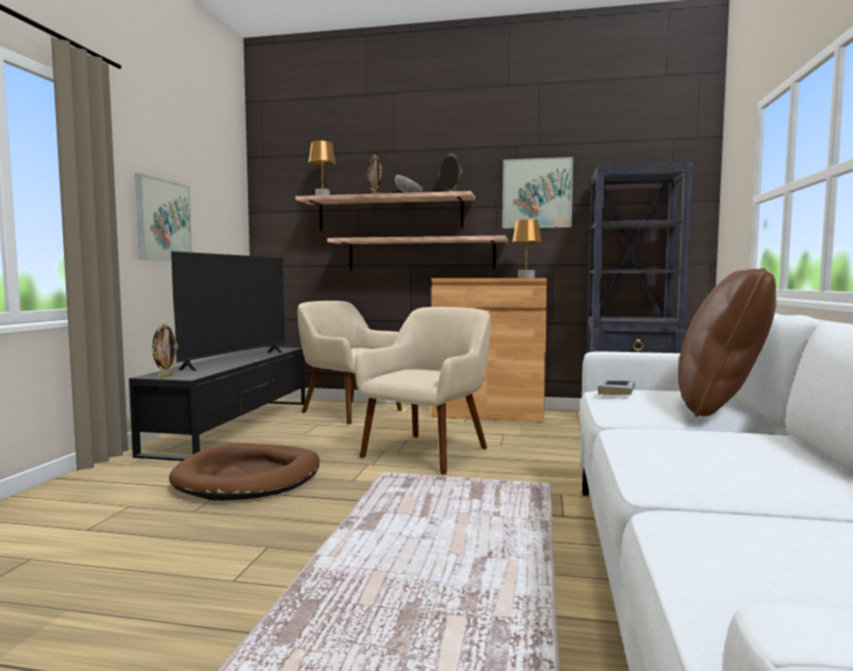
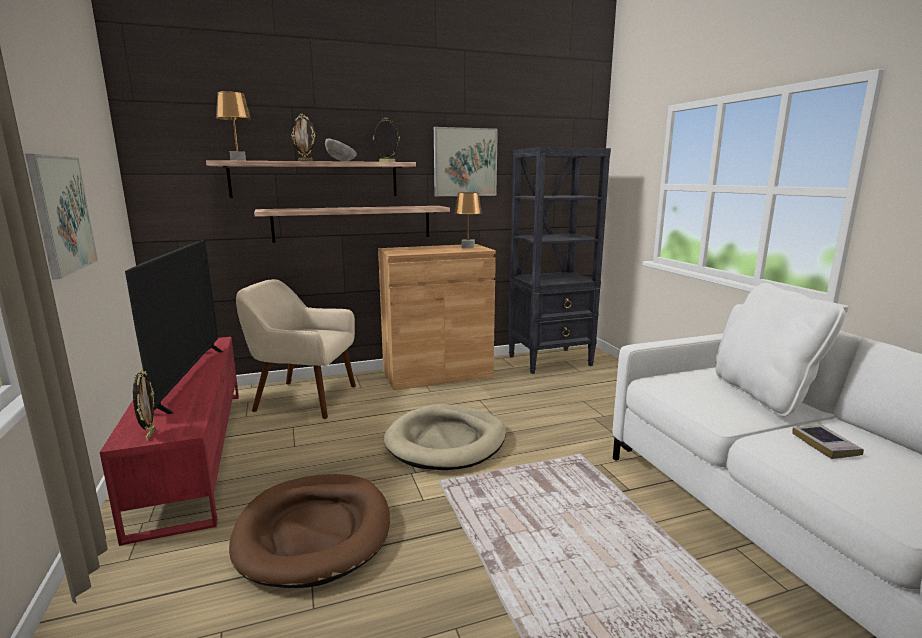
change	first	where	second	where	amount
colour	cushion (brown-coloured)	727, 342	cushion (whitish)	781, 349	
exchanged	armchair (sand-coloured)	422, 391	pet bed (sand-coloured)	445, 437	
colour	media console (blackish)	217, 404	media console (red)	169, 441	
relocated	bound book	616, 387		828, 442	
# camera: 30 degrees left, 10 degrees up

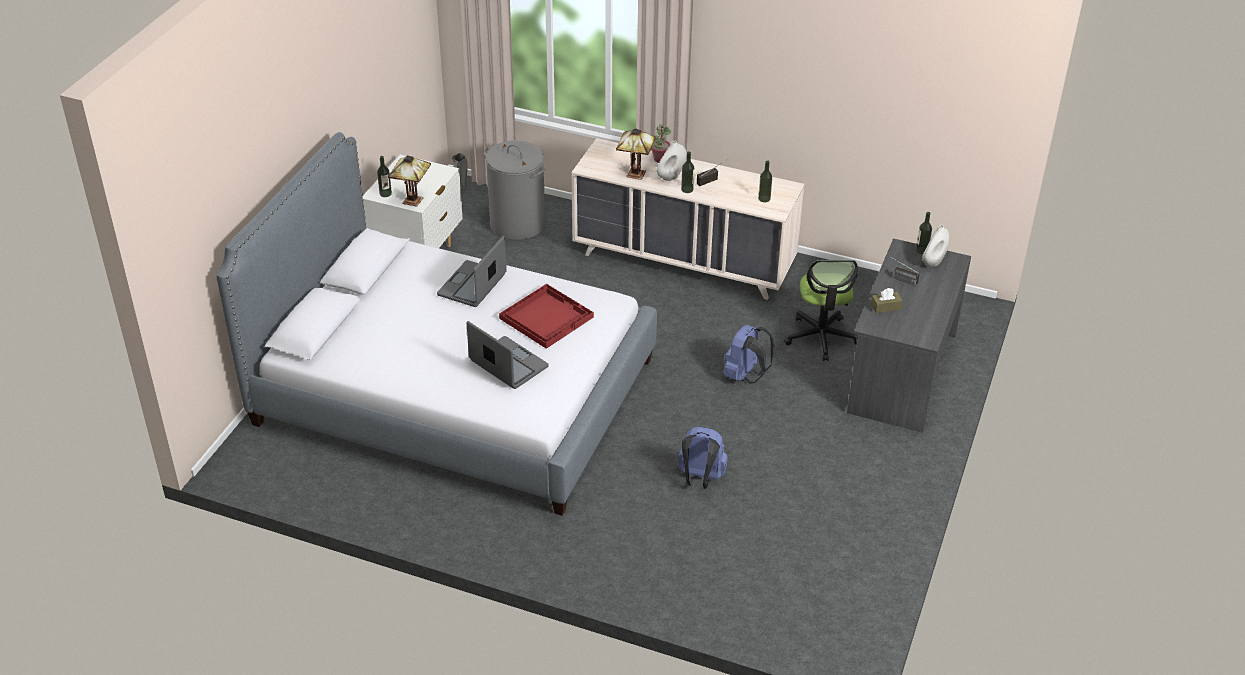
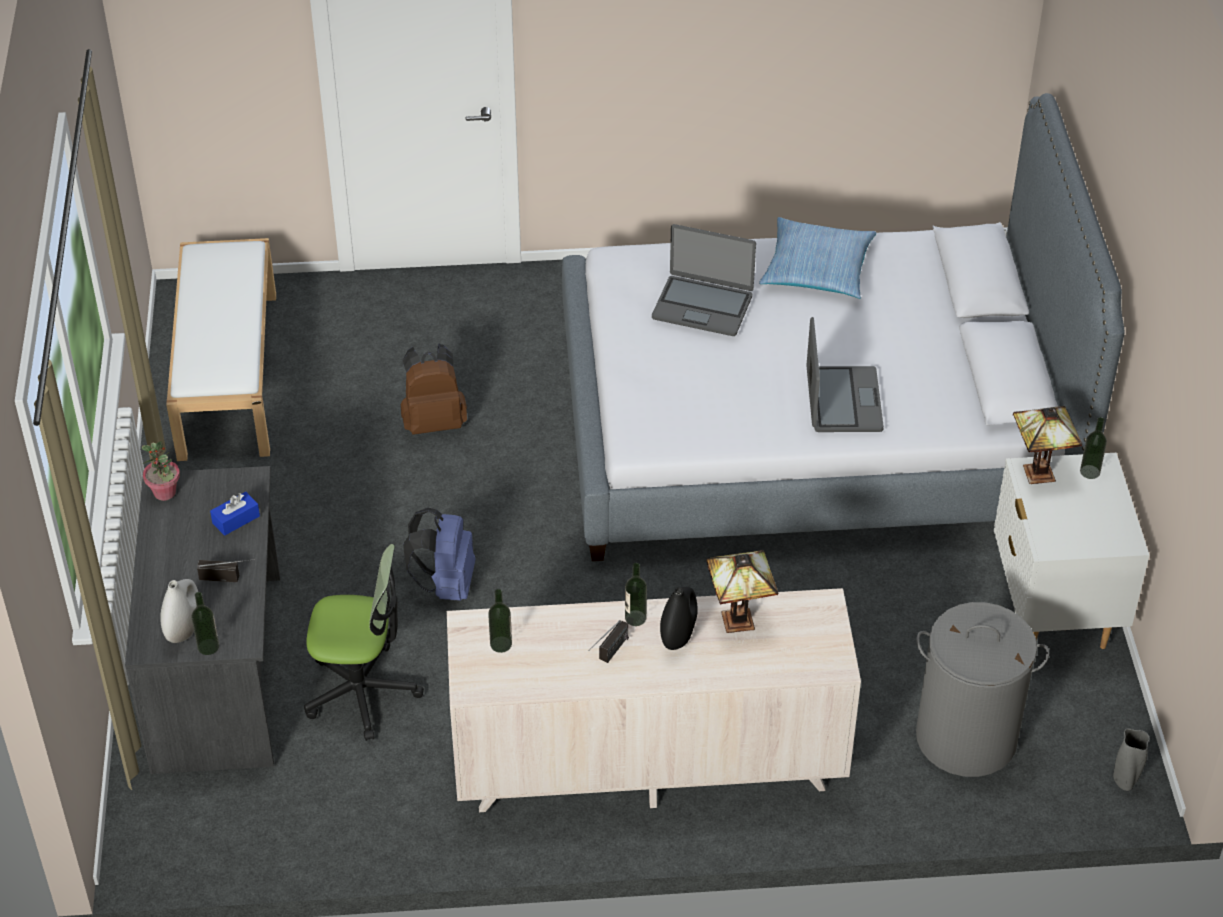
change	first	where	second	where	amount
relocated	potted plant	661, 143		161, 471	
colour	flower vase (whitish)	671, 160	flower vase (blackish)	679, 618	
spun	desk chair	821, 310		364, 642	120 degrees clockwise
missing	serving tray (red)	546, 316			
colour	box of tissues (brown-coloured)	887, 300	box of tissues (bluish)	235, 514	
colour	rucksack (bluish)	703, 458	rucksack (brown-coloured)	434, 389	
appeared			cushion	817, 258	
appeared			bench (whitish)	221, 349	
# camera: 155 degrees right, 5 degrees up

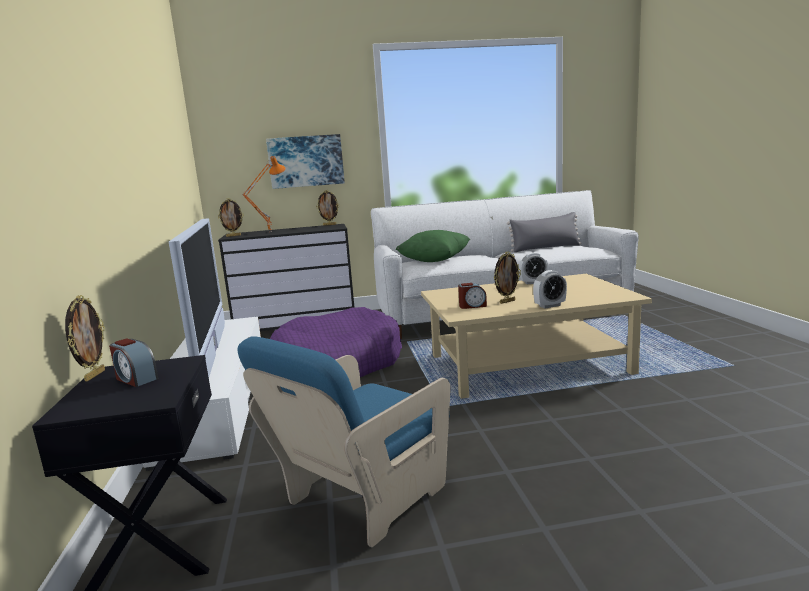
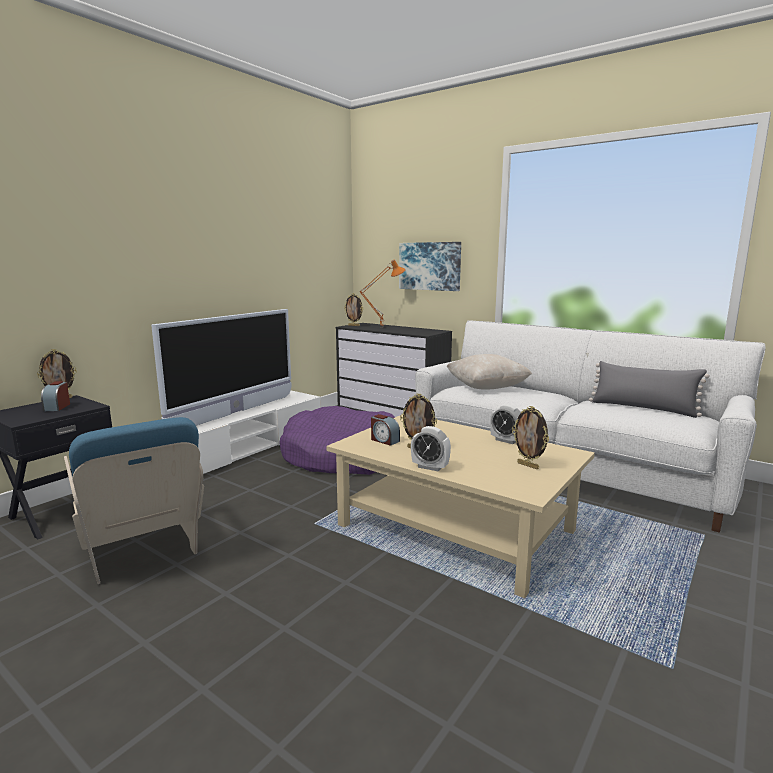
change	first	where	second	where	amount
relocated	picture frame	327, 208		530, 437	
colour	cushion (green-coloured)	433, 246	cushion (sand-coloured)	489, 372	
spun	armchair (bluish)	344, 441		134, 500	120 degrees counterclockwise
# camera: 45 degrees right, 0 degrees up

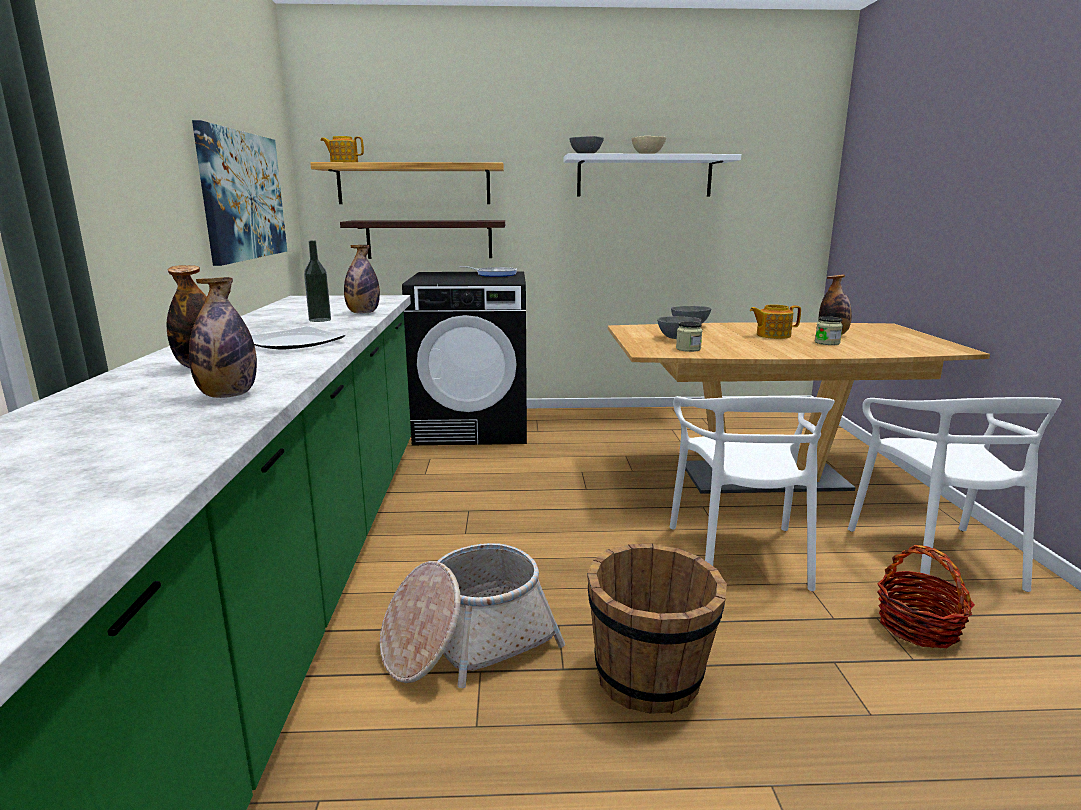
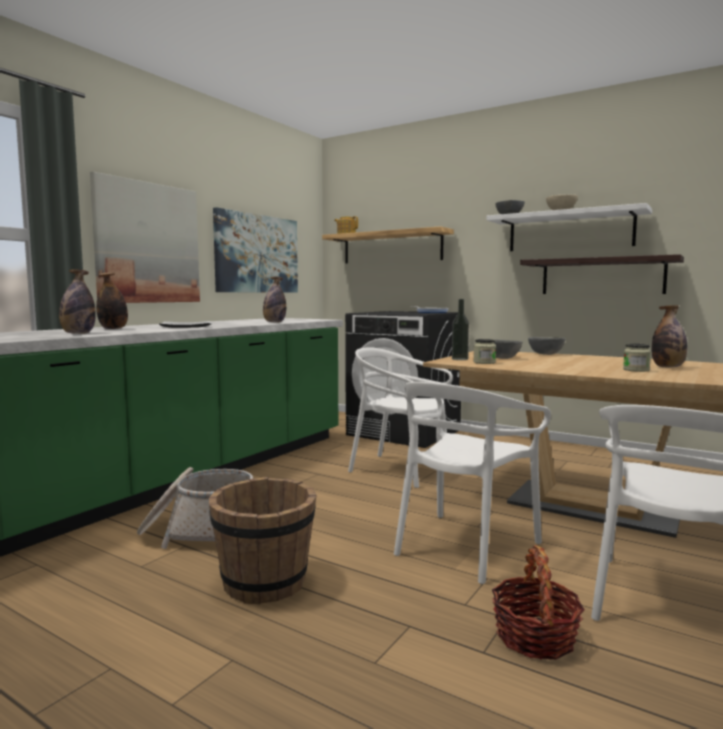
change	first	where	second	where	amount
relocated	shelf	422, 239		602, 274	
relocated	bottle	317, 281		460, 329	
missing	teapot	775, 322			
appeared			wall picture	145, 237	
appeared			chair (whitish)	400, 417	
# camera: 35 degrees right, 10 degrees down

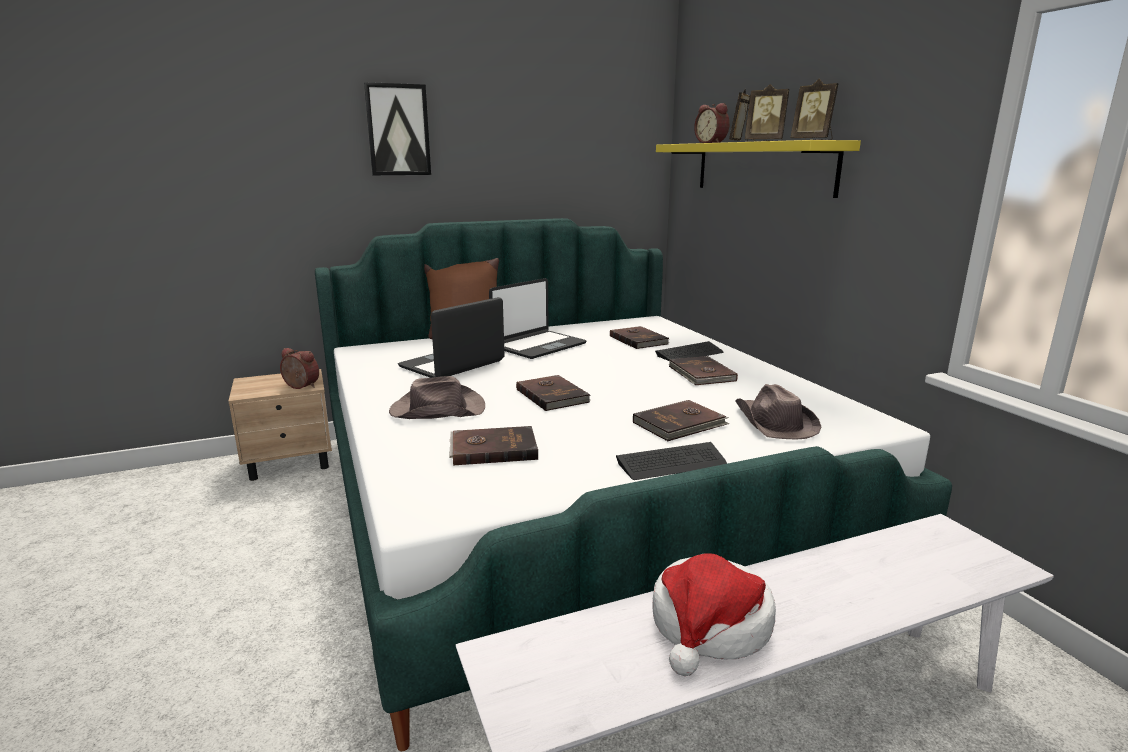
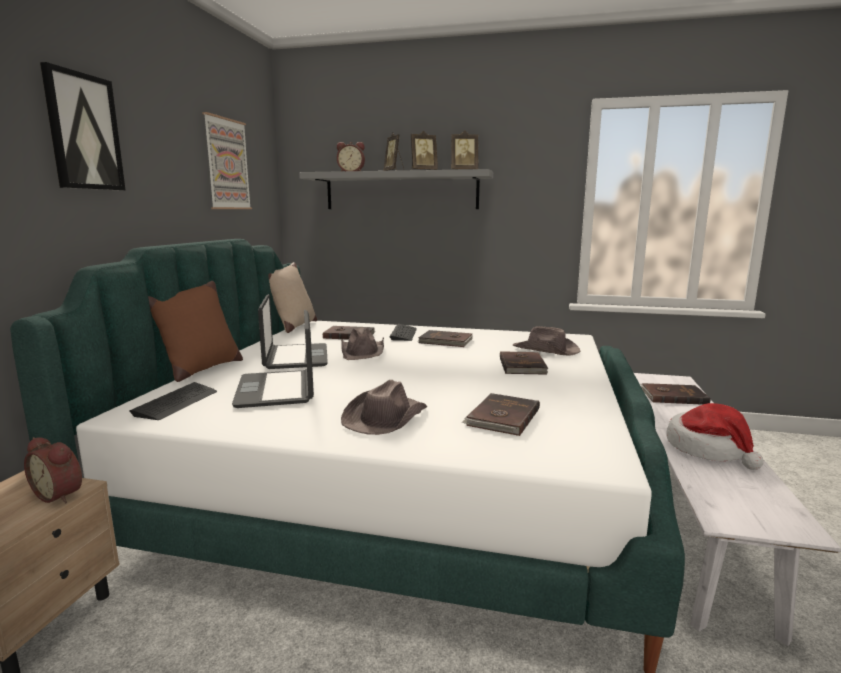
change	first	where	second	where	amount
colour	shelf (yellow-coloured)	758, 169	shelf (grey)	396, 189	
spun	bedside clock	299, 368		53, 470	120 degrees counterclockwise
relocated	bound book (brown-coloured)	553, 393		675, 394	
relocated	PC keyboard	671, 461		173, 401	
appeared			wall picture	227, 160	
appeared			cushion (sand-coloured)	292, 297	
appeared			wearable hat (brown-coloured)	362, 344	
# camera: 55 degrees left, 5 degrees down

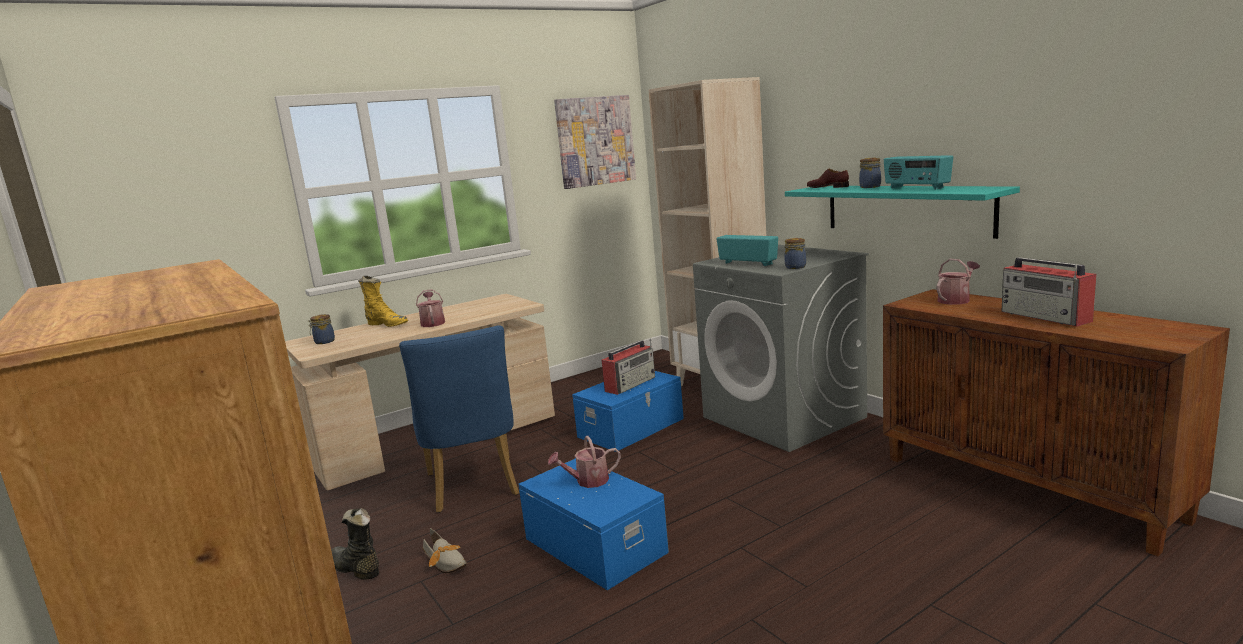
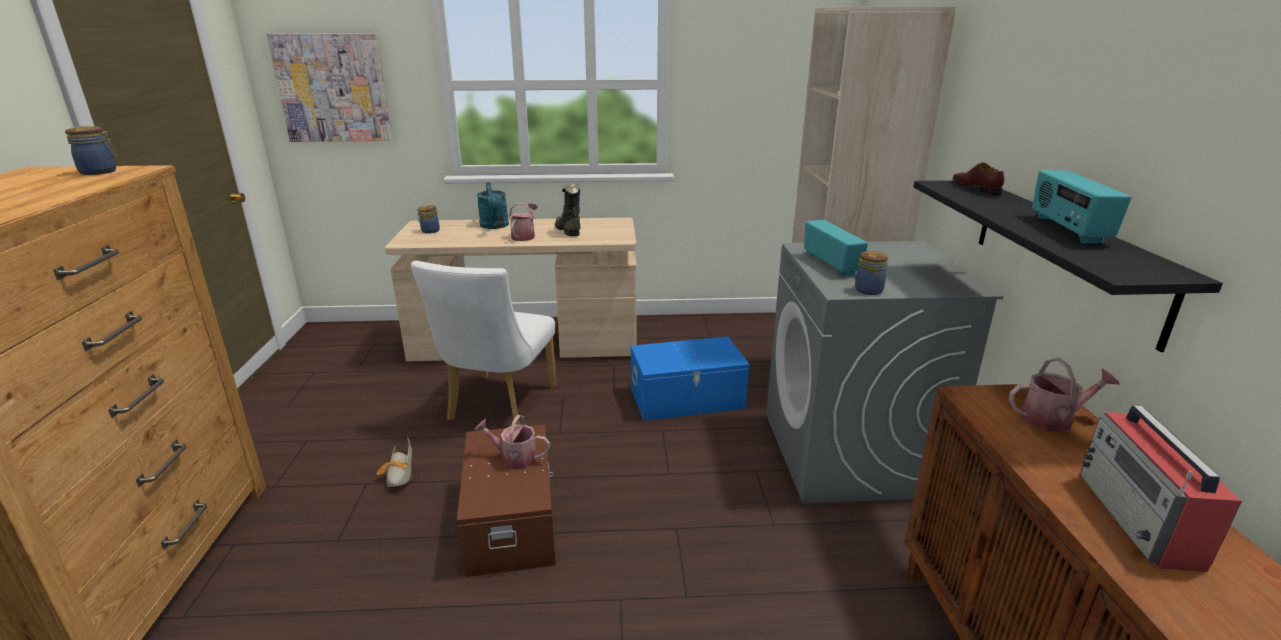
change	first	where	second	where	amount
relocated	wall picture	595, 142		329, 87	
relocated	jar	870, 173		91, 150	
colour	shelf (blue-green)	902, 212	shelf (blackish)	1068, 266	
exchanged	boot (yellow-coloured)	383, 301	sprinkling can (blue-green)	493, 205	
colour	chair (bluish)	459, 419	chair (whitish)	484, 343	
missing	radio receiver	628, 367			
colour	storage box (bluish)	593, 524	storage box (brown-coloured)	506, 501	
relocated	boot (blackish)	355, 544		567, 209	
# camera: 30 degrees right, 10 degrees up

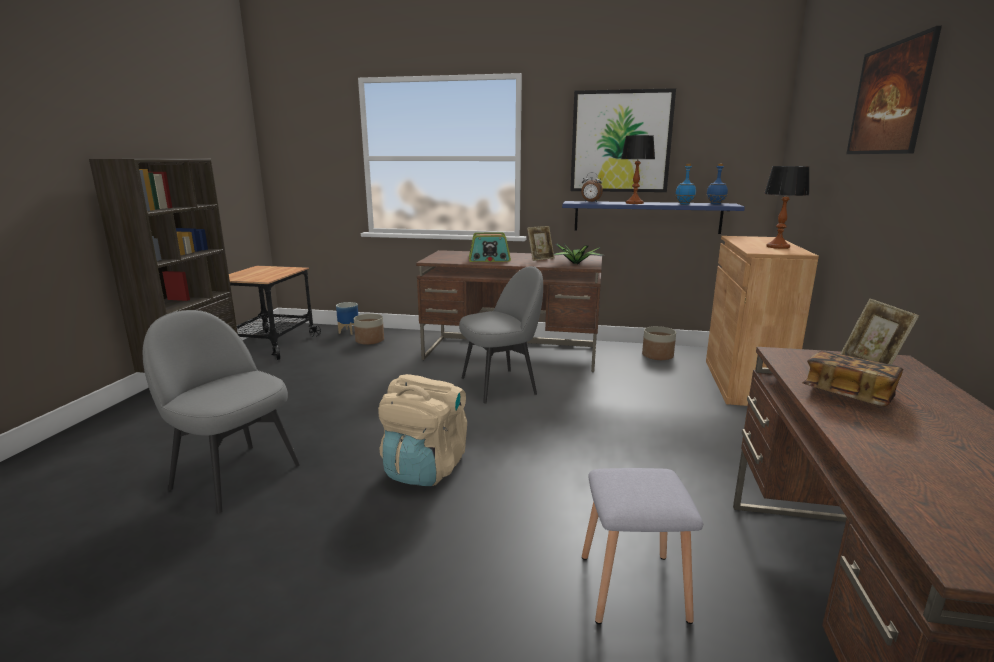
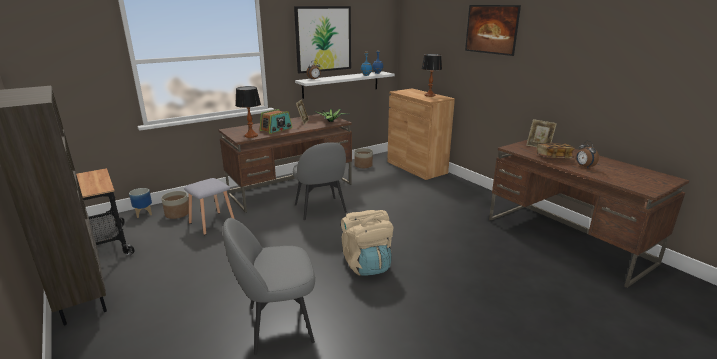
change	first	where	second	where	amount
relocated	table lamp	638, 169		248, 112	
colour	shelf (bluish)	653, 217	shelf (whitish)	345, 85	
spun	chair (grey)	501, 334		320, 181	135 degrees clockwise
relocated	stool (grey)	642, 546		209, 206	
appeared			bedside clock	587, 154	
# camera: 45 degrees left, 5 degrees up

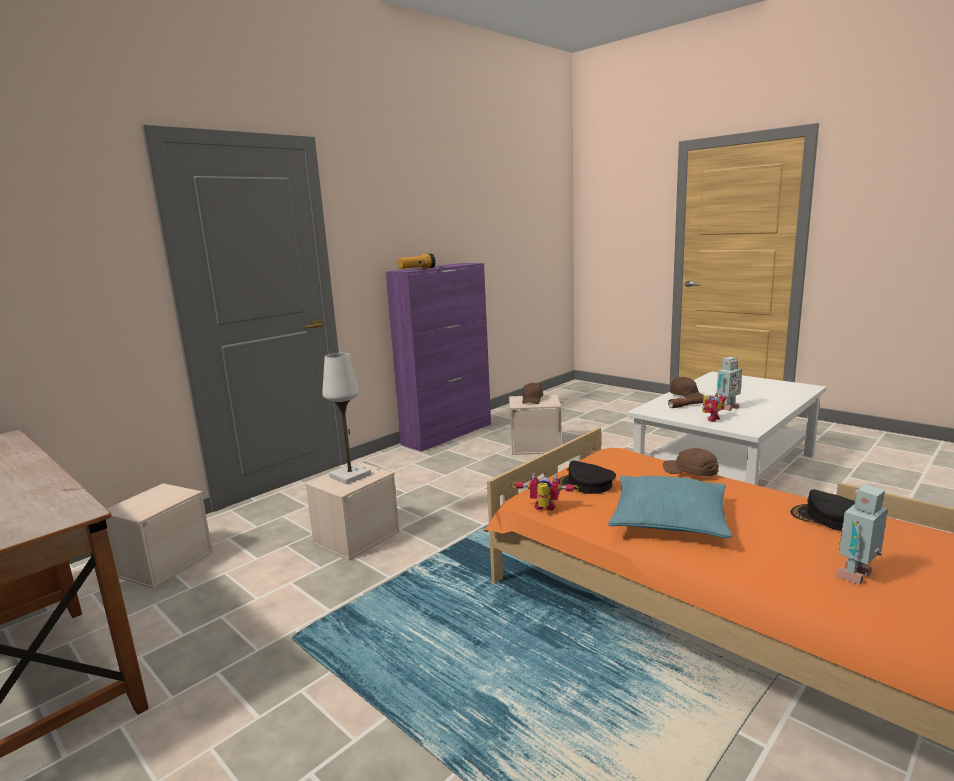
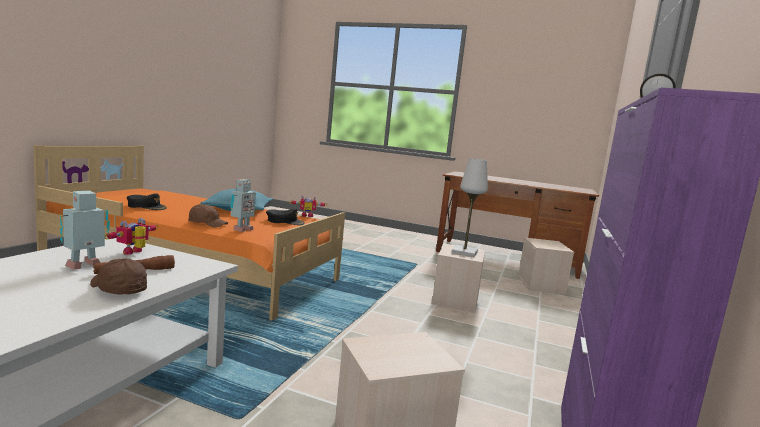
change	first	where	second	where	amount
missing	baseball cap (brown-coloured)	532, 393			
relocated	robot figure	862, 534		243, 205	
# camera: 155 degrees right, 5 degrees down

